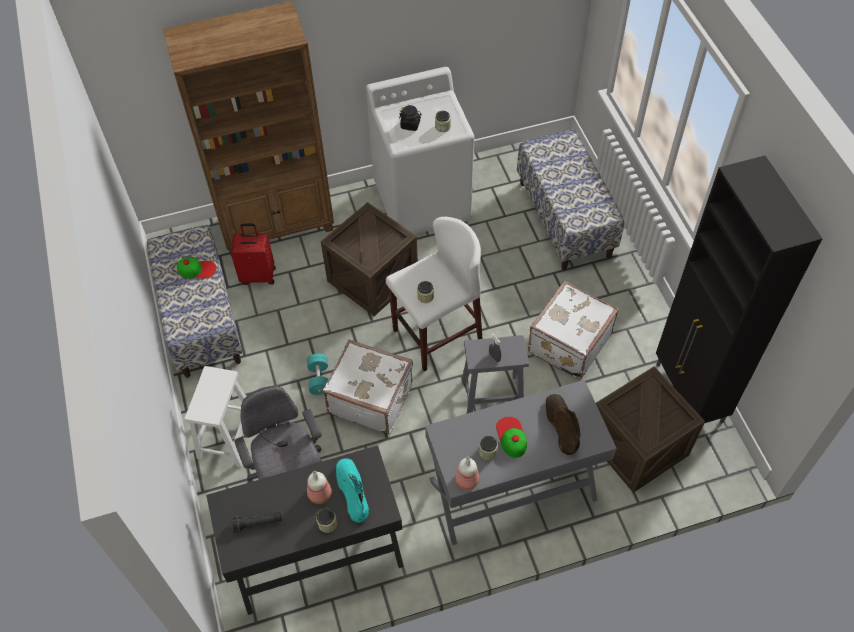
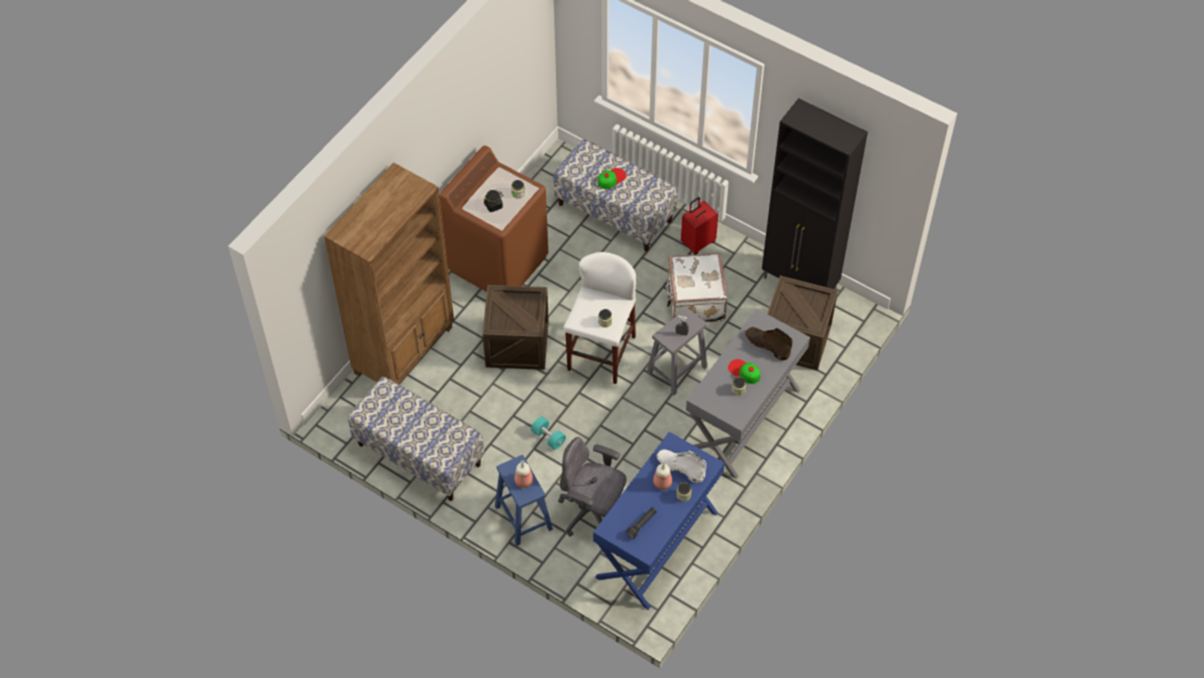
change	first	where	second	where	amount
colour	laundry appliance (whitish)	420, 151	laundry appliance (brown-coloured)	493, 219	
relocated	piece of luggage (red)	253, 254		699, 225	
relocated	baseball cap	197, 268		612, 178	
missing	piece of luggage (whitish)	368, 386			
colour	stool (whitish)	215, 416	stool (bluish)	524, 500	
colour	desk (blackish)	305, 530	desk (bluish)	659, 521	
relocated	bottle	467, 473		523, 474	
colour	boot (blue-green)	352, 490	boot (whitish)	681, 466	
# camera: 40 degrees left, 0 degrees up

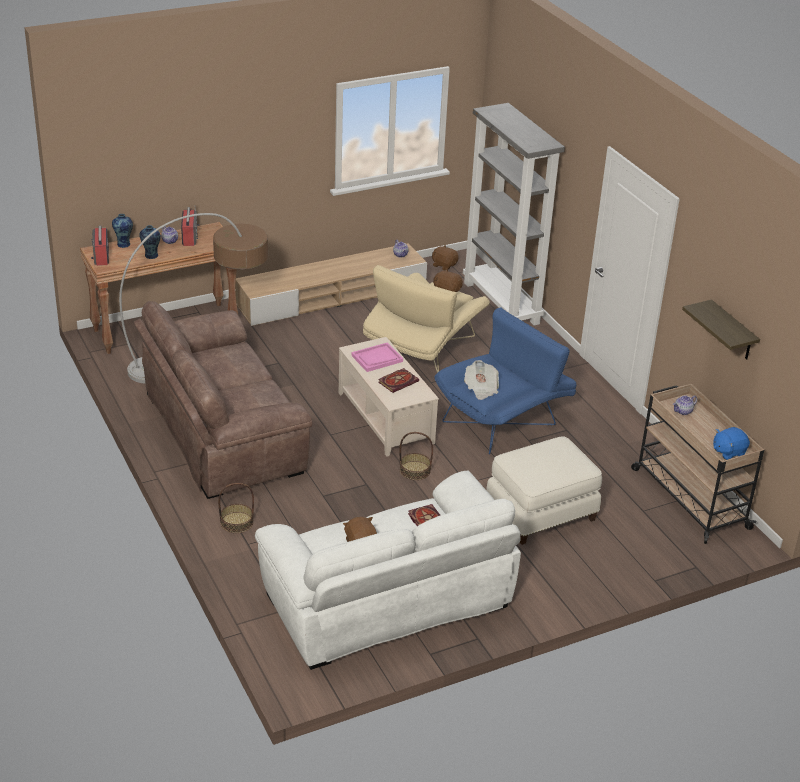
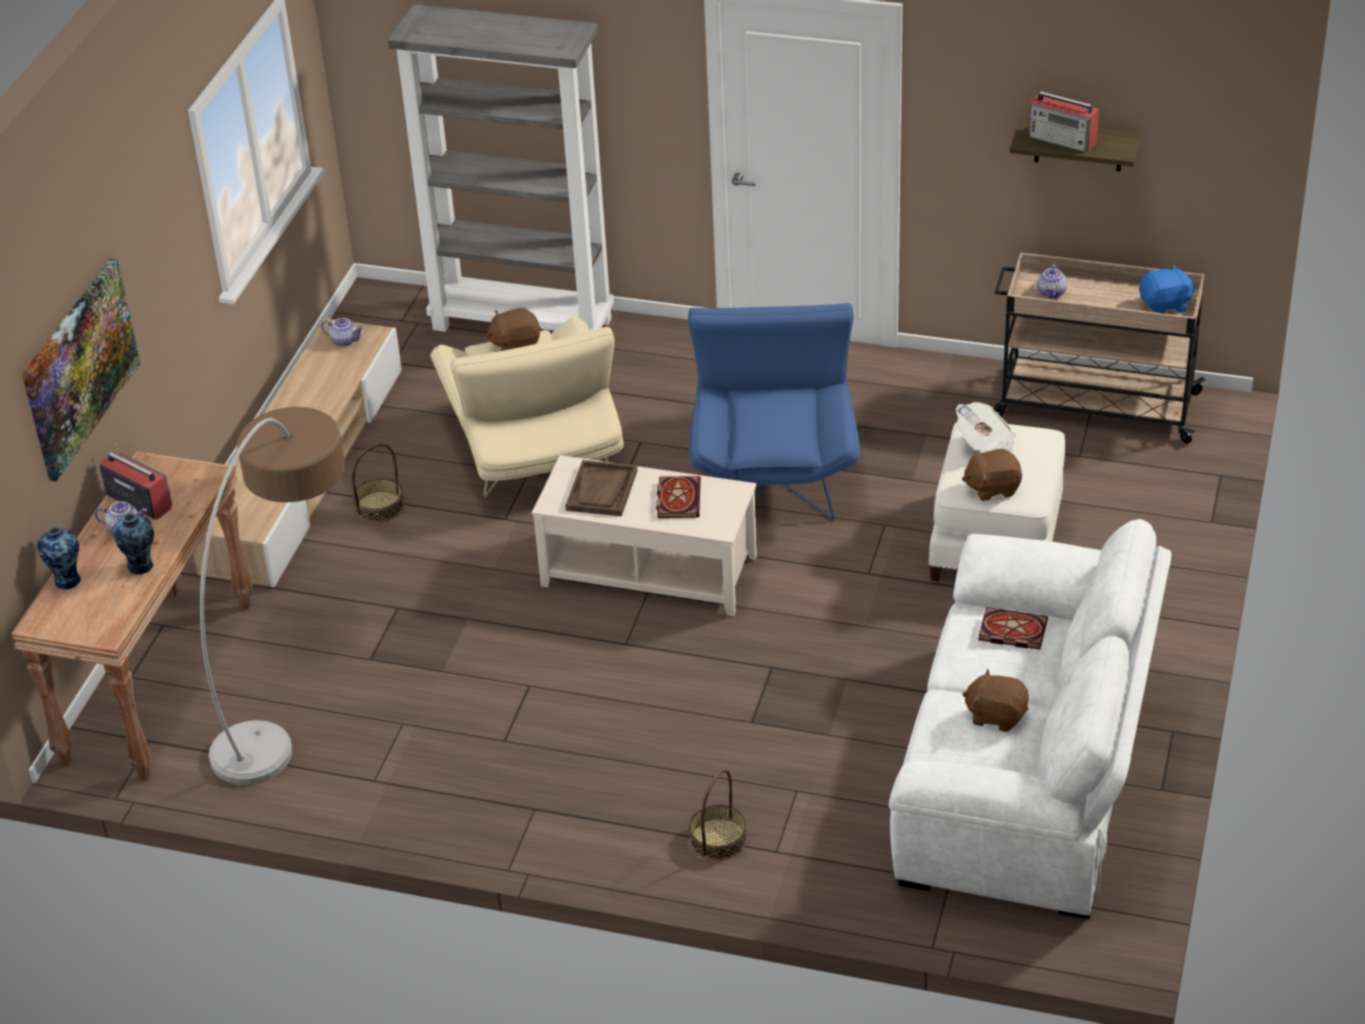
change	first	where	second	where	amount
relocated	radio receiver	100, 245		1064, 121	
relocated	plush toy (brown-coloured)	445, 258		992, 475	
missing	couch (brown-coloured)	223, 400			
colour	serving tray (pink)	377, 357	serving tray (brown-coloured)	601, 488	
relocated	daily paper	481, 380		986, 428	
spun	plush toy (bluish)	731, 443		1167, 289	120 degrees counterclockwise
relocated	household basket	416, 456		378, 483	
appeared			wall picture	81, 369	
# camera: 45 degrees left, 5 degrees up

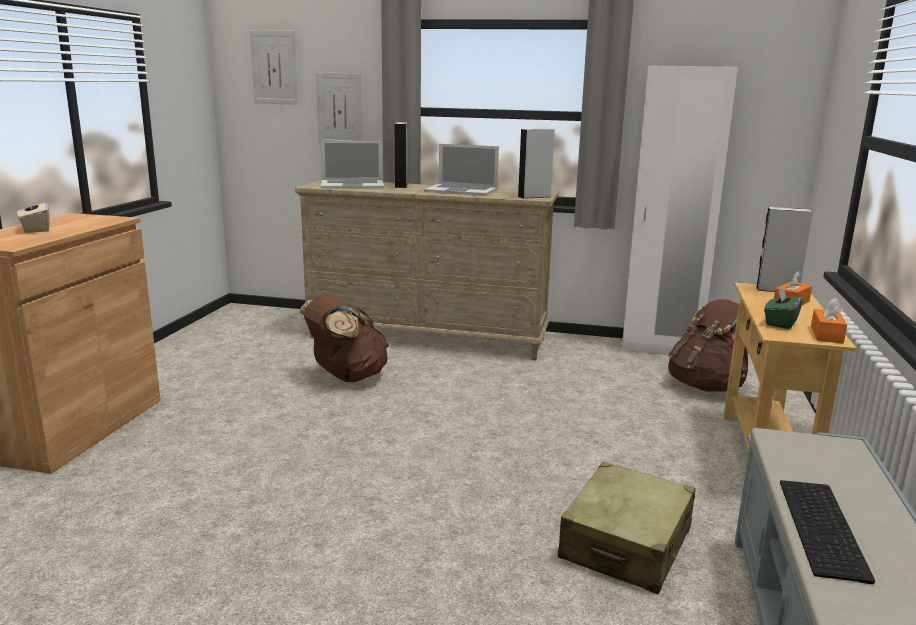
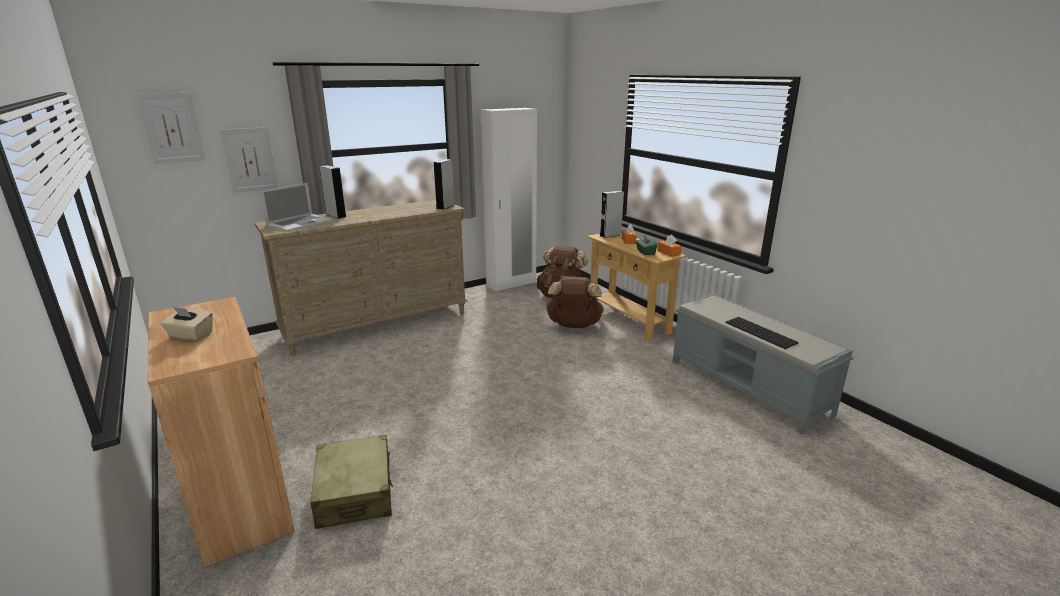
change	first	where	second	where	amount
missing	portable computer	461, 170			
relocated	rucksack (brown-coloured)	344, 338		575, 302	
relocated	piece of luggage (sand-coloured)	627, 528		352, 482	
# camera: 45 degrees left, 5 degrees up

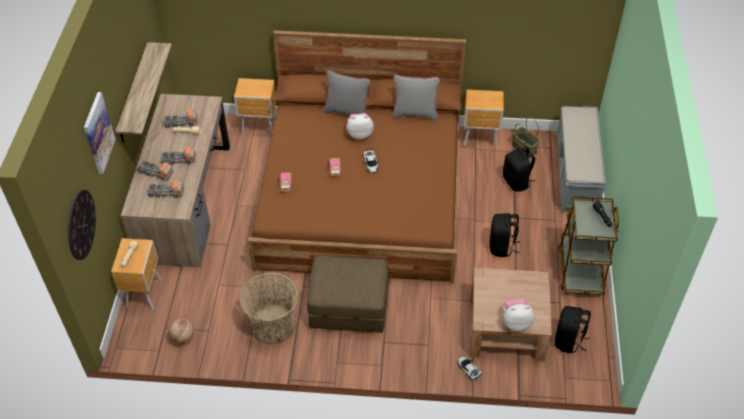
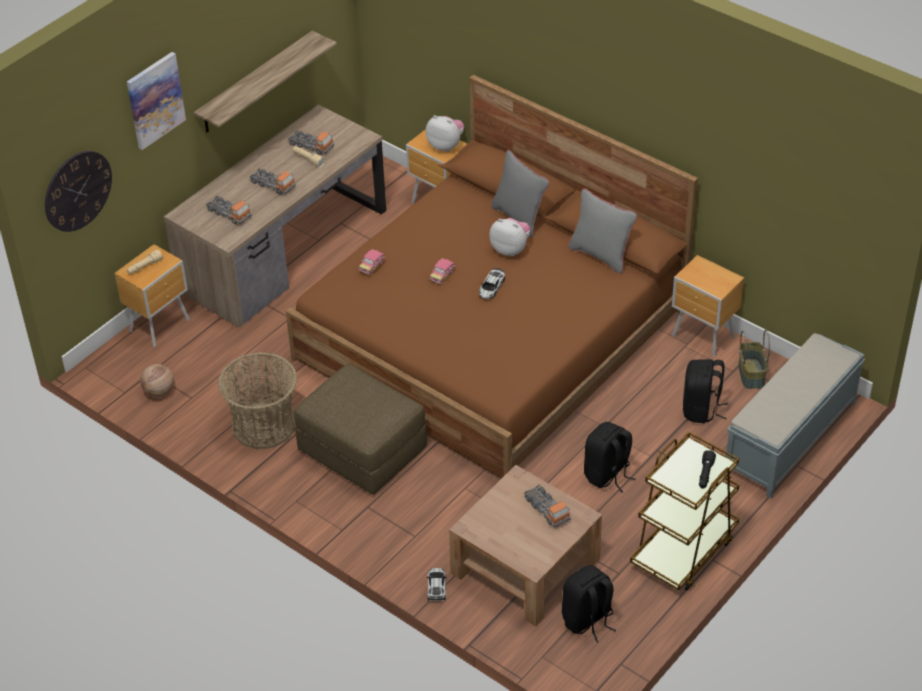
change	first	where	second	where	amount
relocated	toy lorry	155, 170		547, 506	
relocated	plush toy	519, 315		445, 133	
# camera: 35 degrees right, 5 degrees down

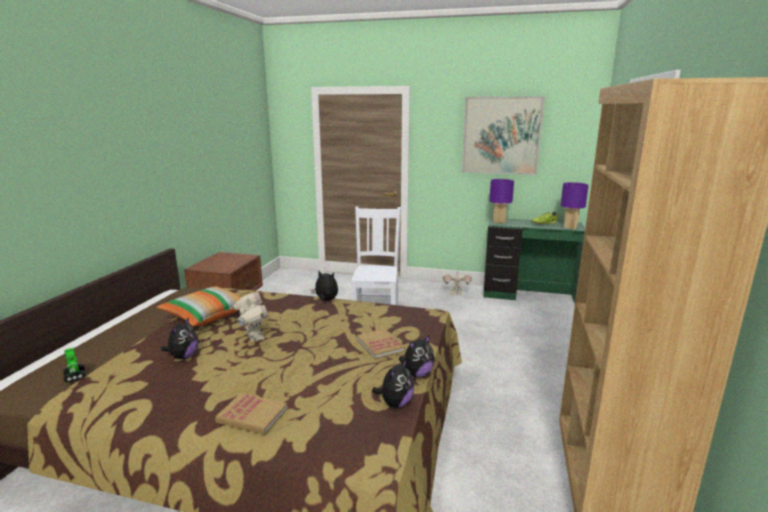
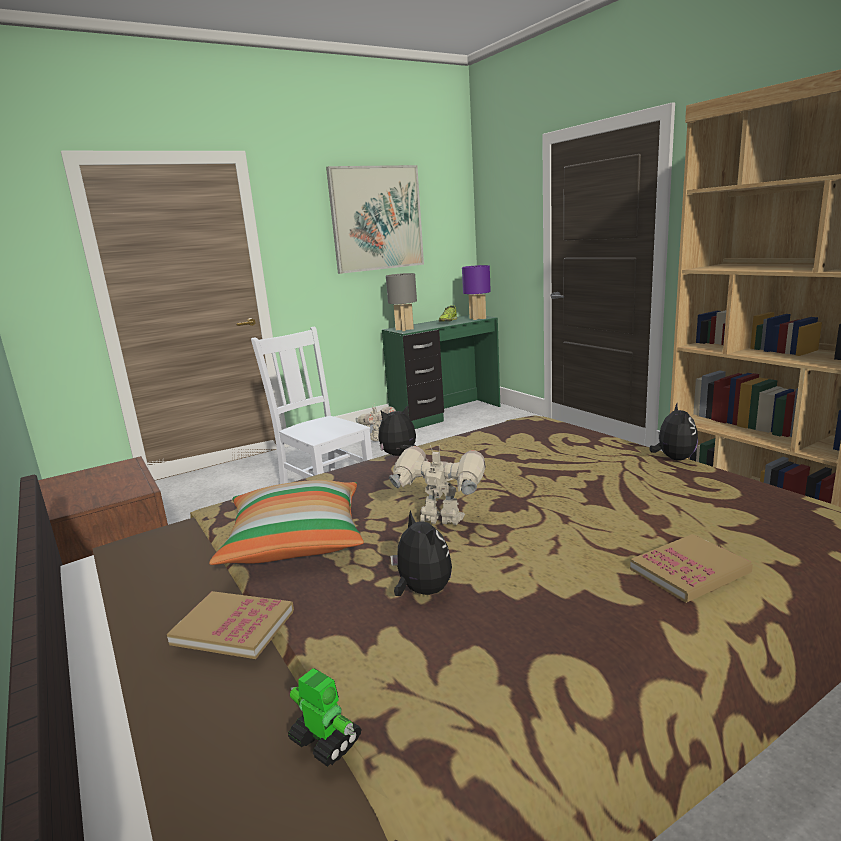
change	first	where	second	where	amount
colour	table lamp (purple)	501, 201	table lamp (grey)	401, 302	
relocated	bound book	381, 344		230, 625	
spun	robot figure	74, 365		325, 717	150 degrees counterclockwise
missing	plush toy	393, 383			
# camera: 45 degrees left, 0 degrees up

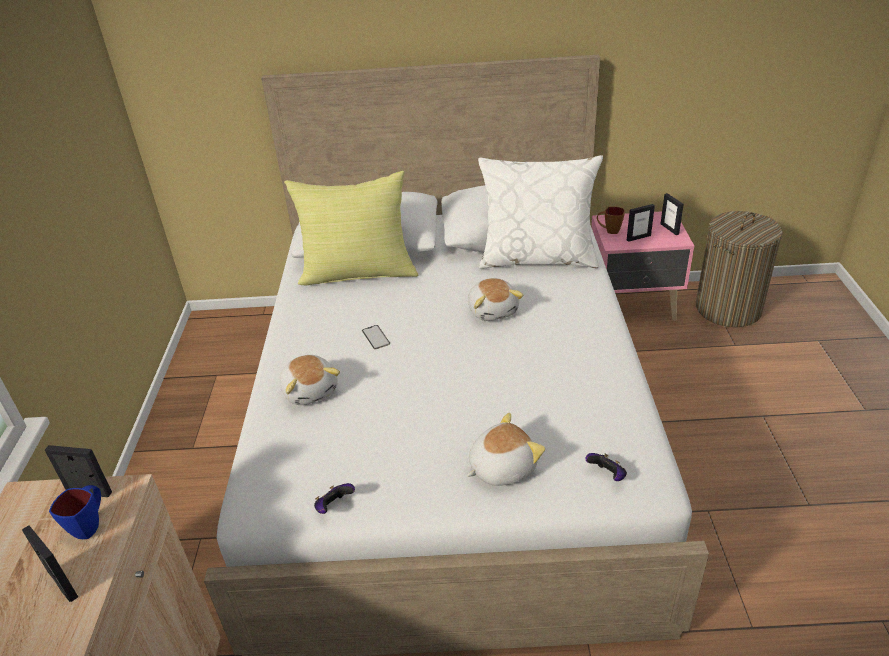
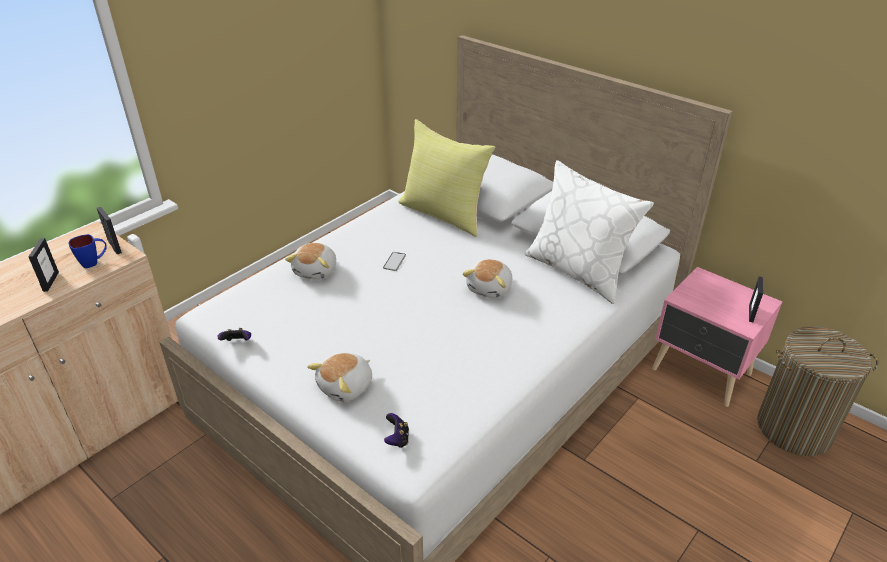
change	first	where	second	where	amount
missing	picture frame	641, 223			
missing	coffee mug (brown-coloured)	611, 220			
spun	plush toy	506, 449		339, 377	120 degrees clockwise
# camera: 40 degrees right, 0 degrees up

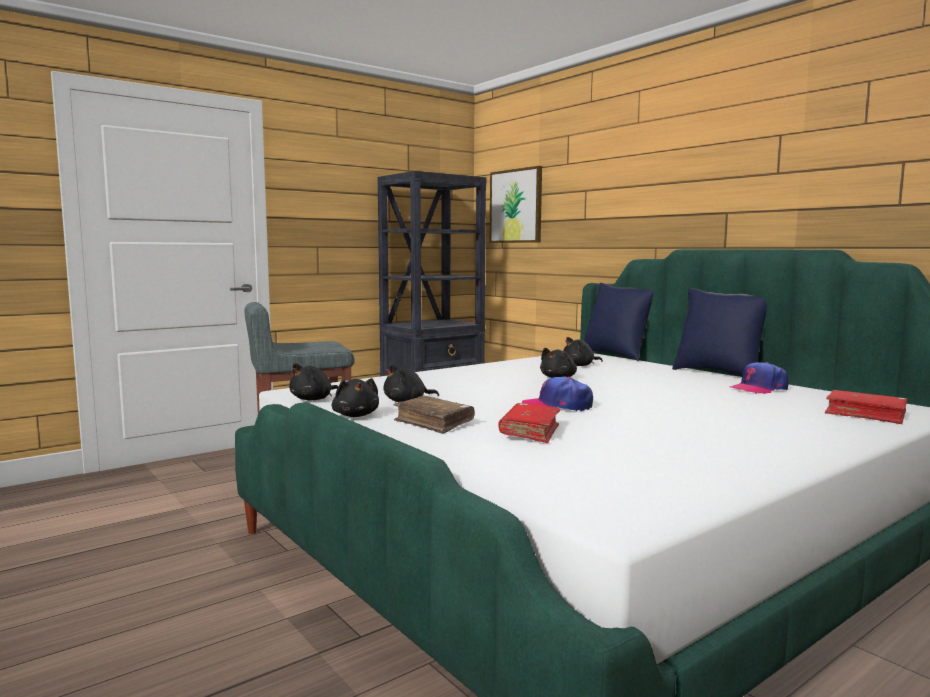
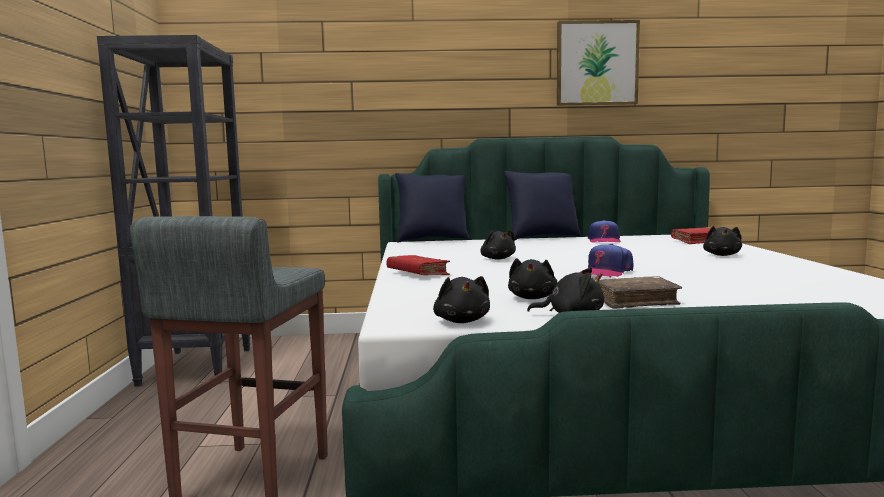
change	first	where	second	where	amount
relocated	wall picture	516, 204		598, 63	
relocated	plush toy (blackish)	583, 351		722, 241	
relocated	bound book (red)	529, 423		418, 265	
# camera: 55 degrees left, 0 degrees up

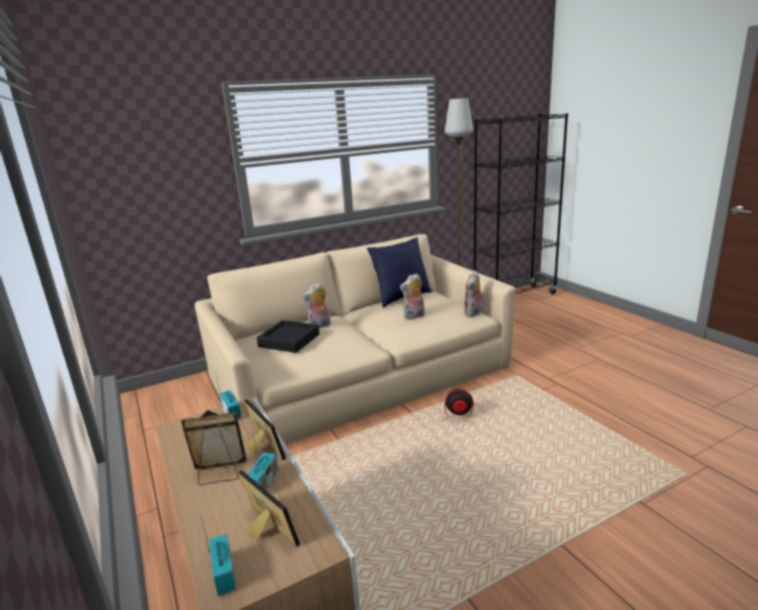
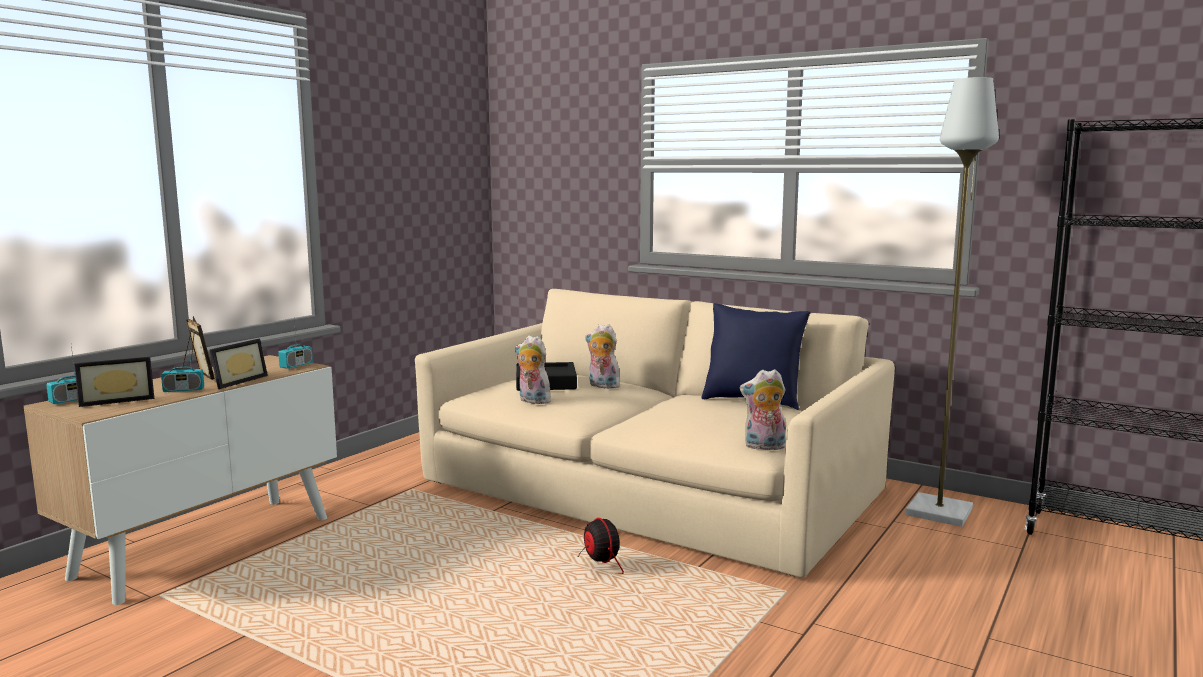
change	first	where	second	where	amount
relocated	plush toy	412, 296		534, 369	
spun	picture frame	269, 508		114, 382	45 degrees clockwise
# camera: 60 degrees right, 10 degrees down

